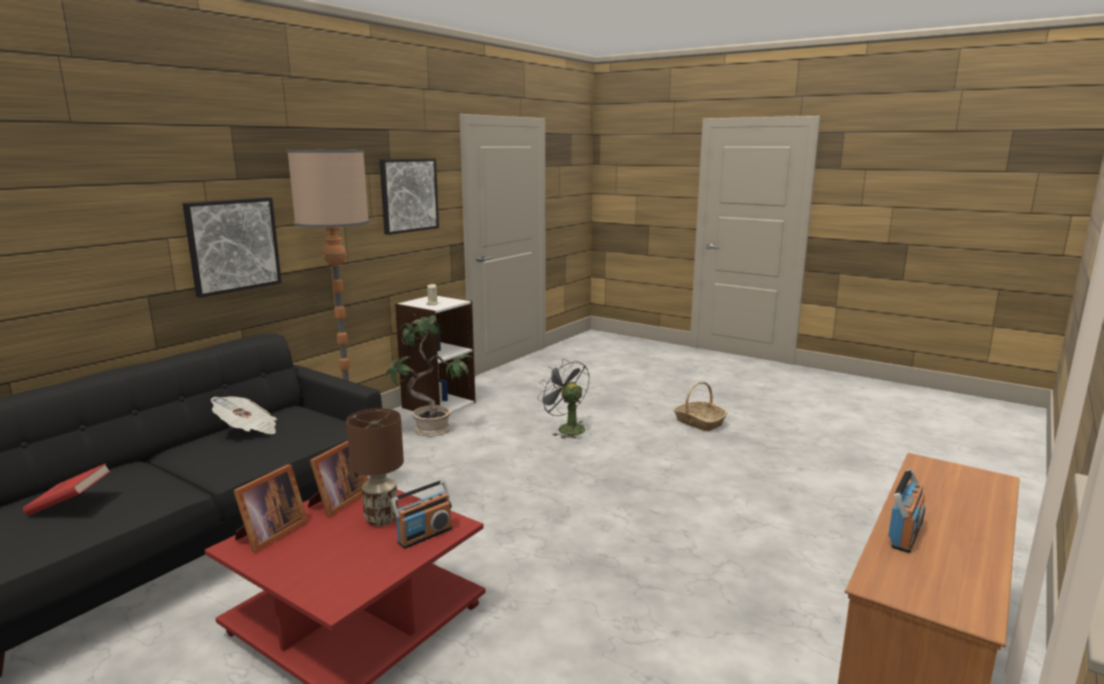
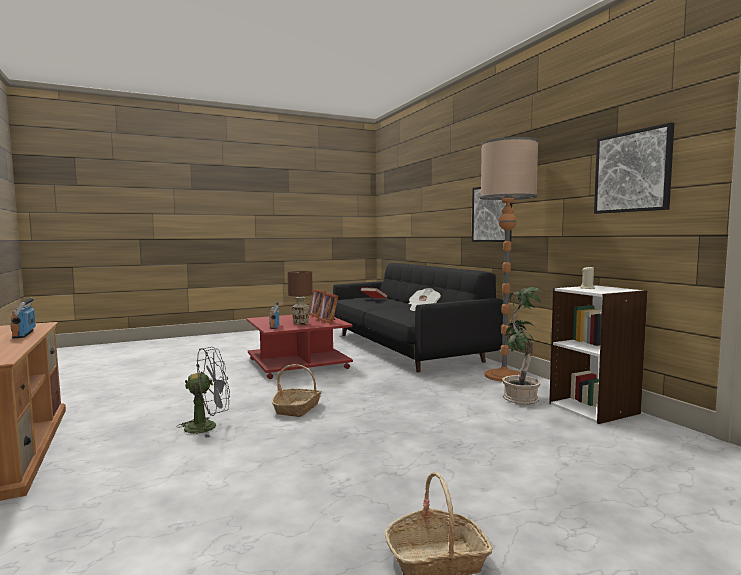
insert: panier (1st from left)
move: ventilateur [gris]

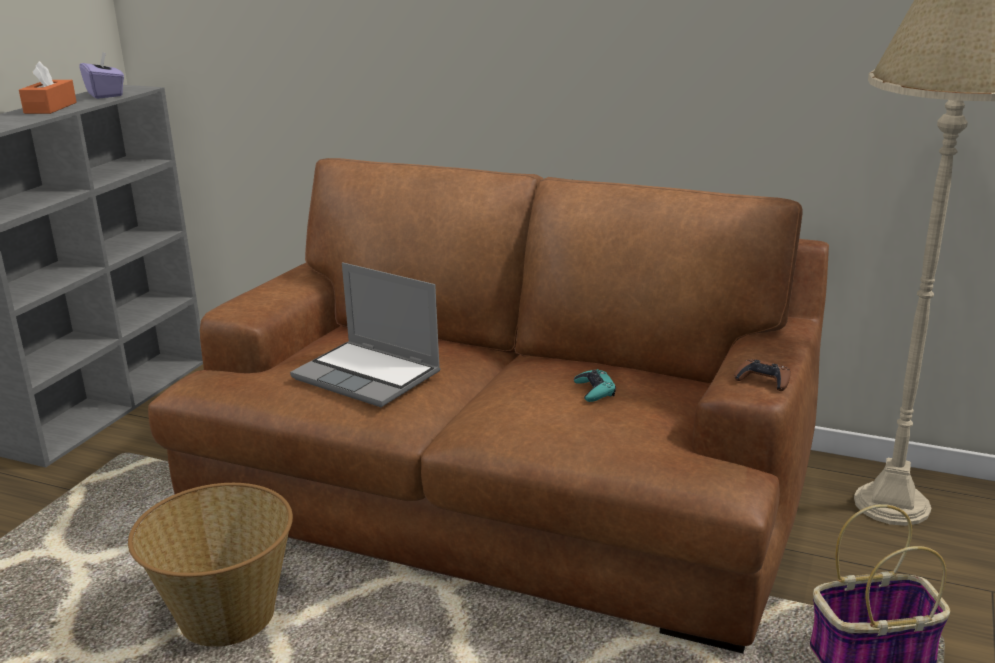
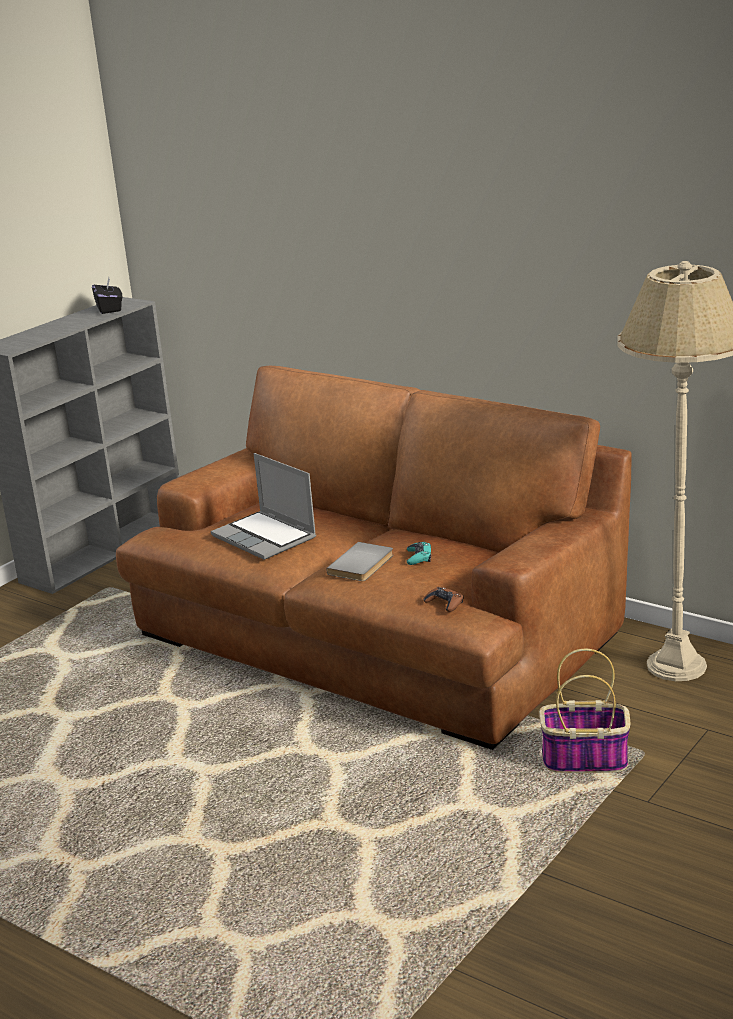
delete: boîte à mouchoirs [orange]; panier (1st from left)
insert: livre [gris]
move: manette [marron]
recolor: boîte à mouchoirs [violet] to boîte à mouchoirs [noir]

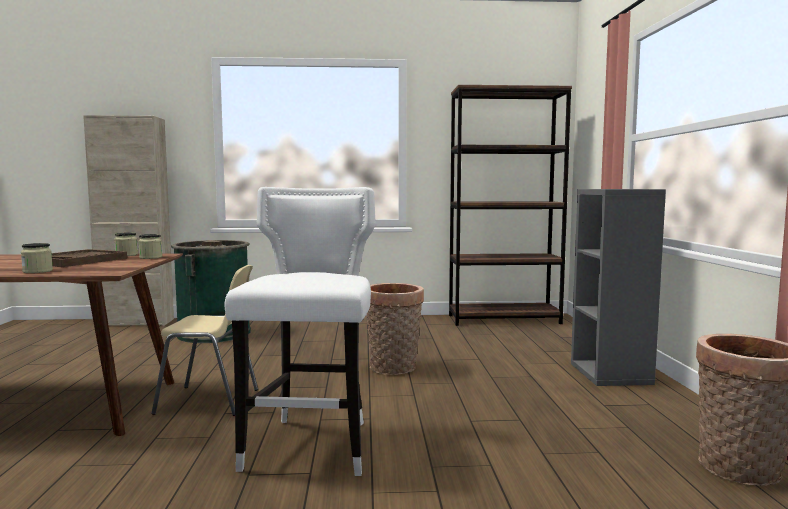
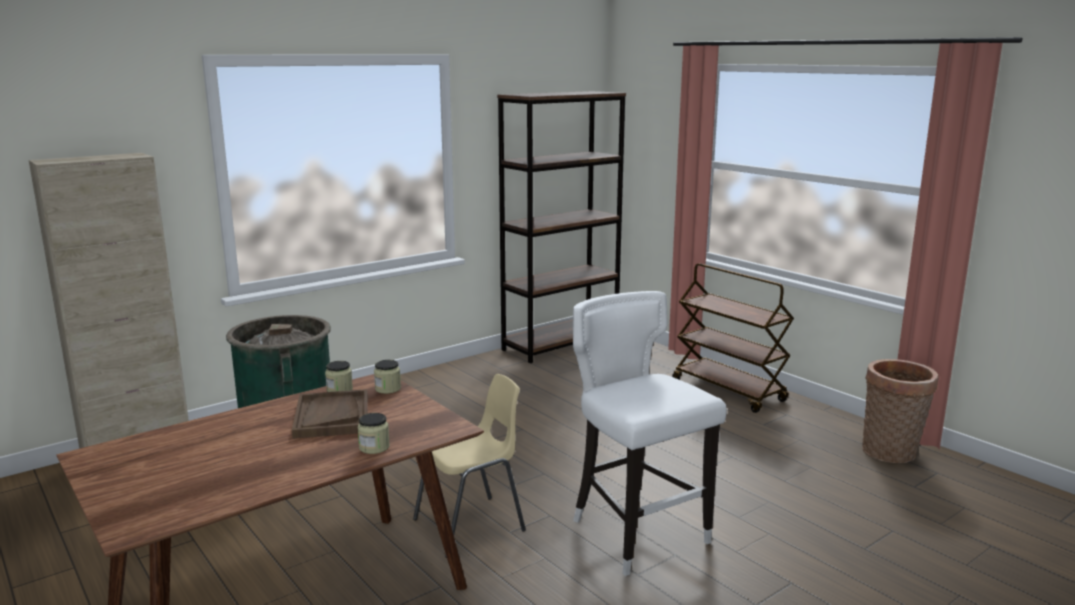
delete: panier (1st from left)
replace: bibliothèque [gris] to chariot [marron]

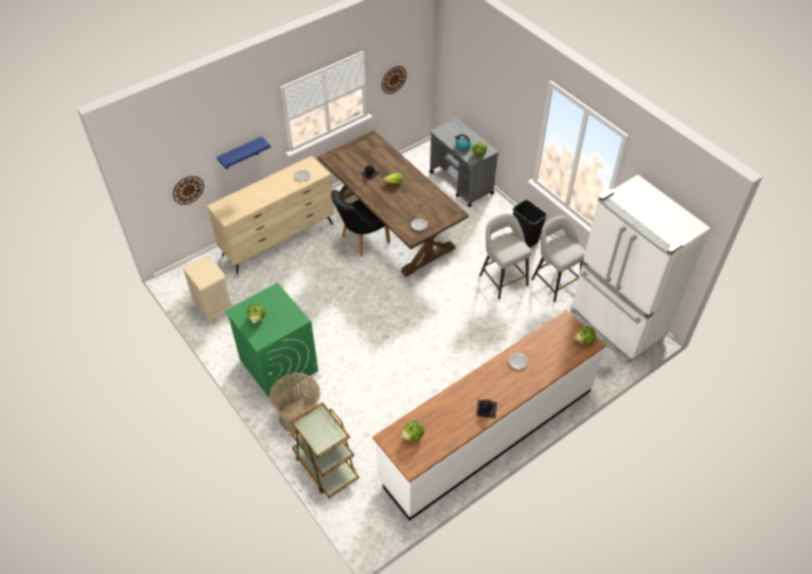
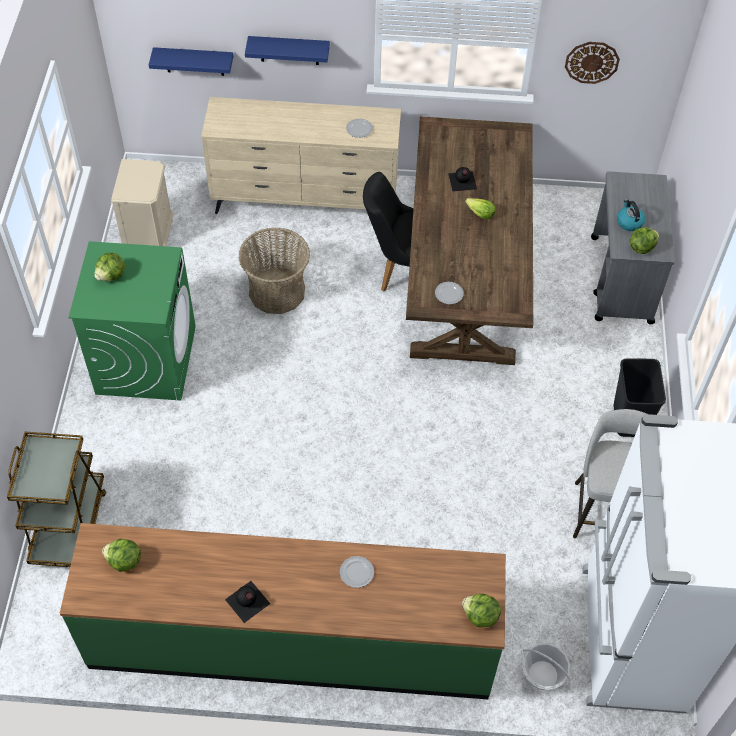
delete: tabouret [gris] (1st from left)
move: panier (1st from left)
replace: horloge murale (1st from left) to étagère [bleu] (1st from left)
recolor: comptoir de cuisine [blanc] to comptoir de cuisine [vert]

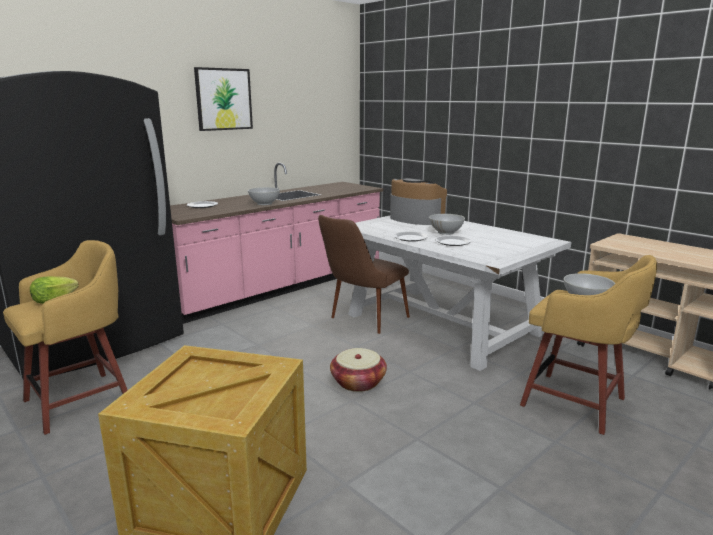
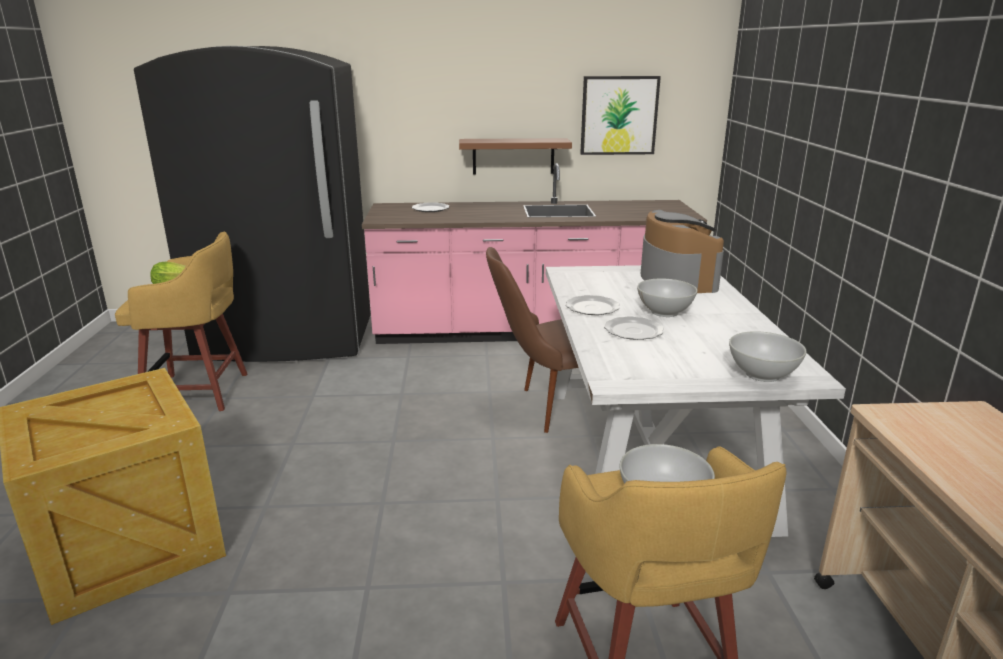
delete: panier
insert: étagère [marron]
move: tableau; bol [blanc] (1st from left in the first image) to bol [blanc] (3rd from left)

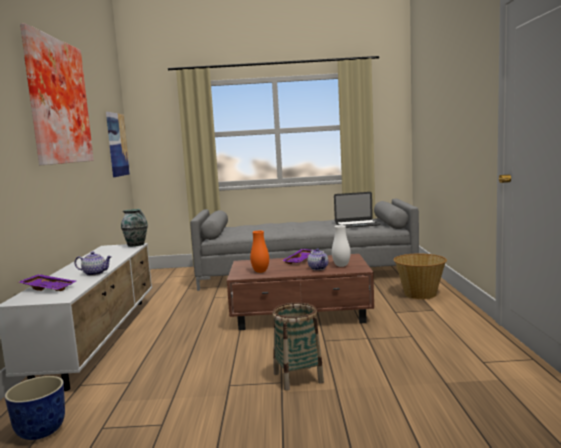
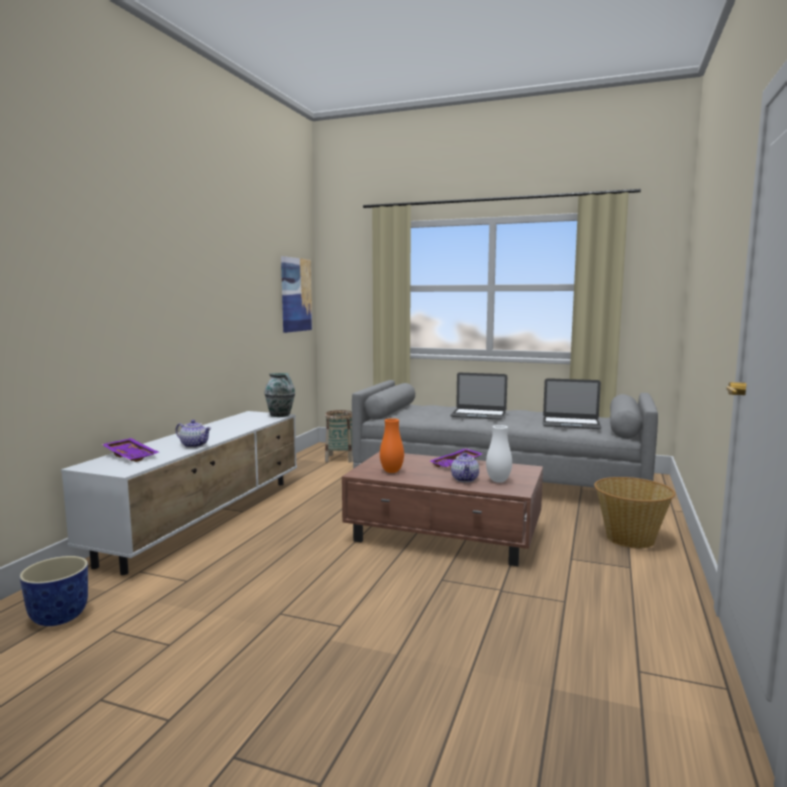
delete: tableau (1st from left)
insert: ordinateur portable (1st from left)
move: panier (1st from left)

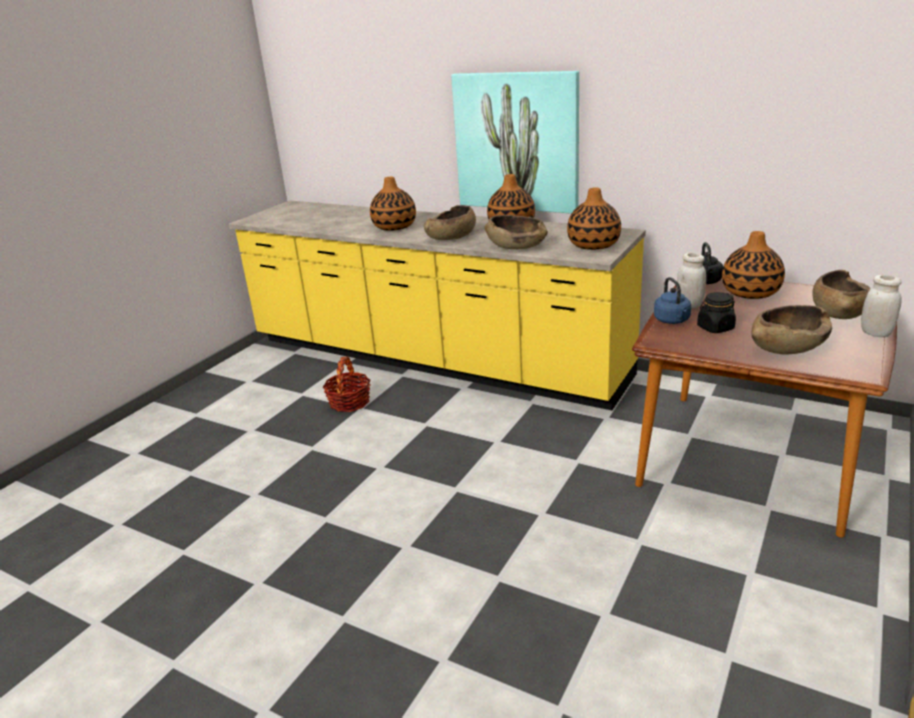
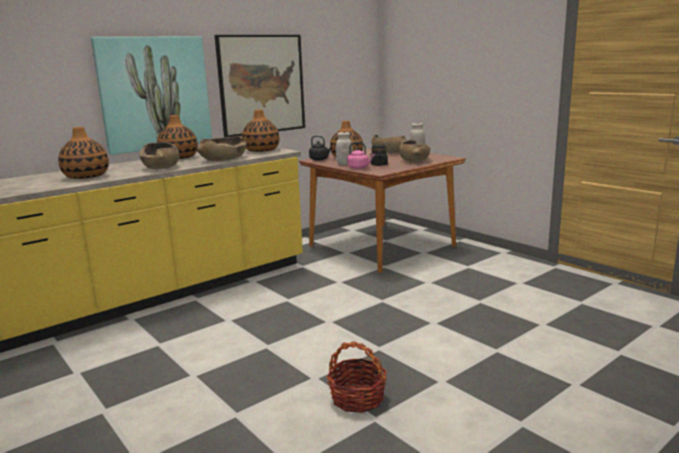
insert: tableau (2nd from left)
move: panier
recolor: bouilloire [bleu] to bouilloire [rose]

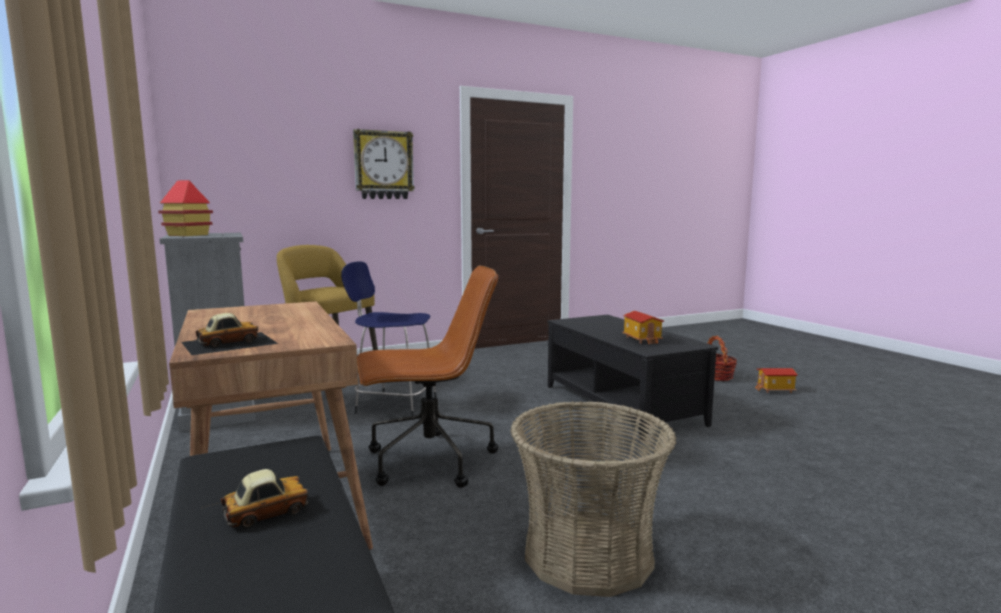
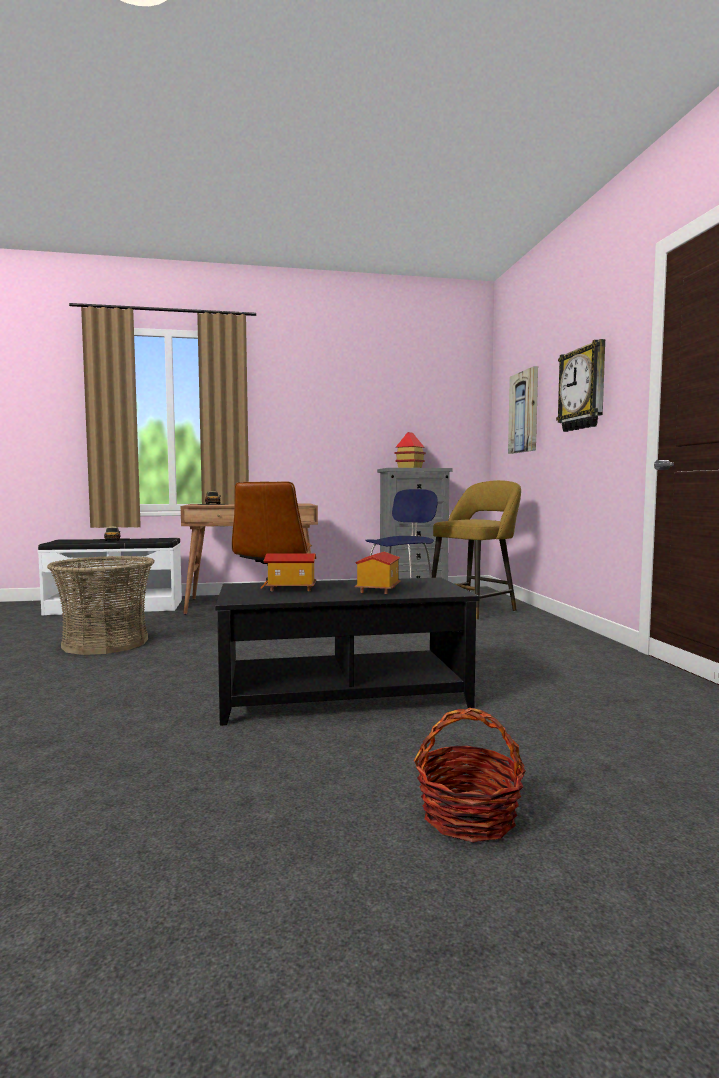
insert: tableau
move: maison miniature (3rd from left in the first image) to maison miniature (2nd from left)

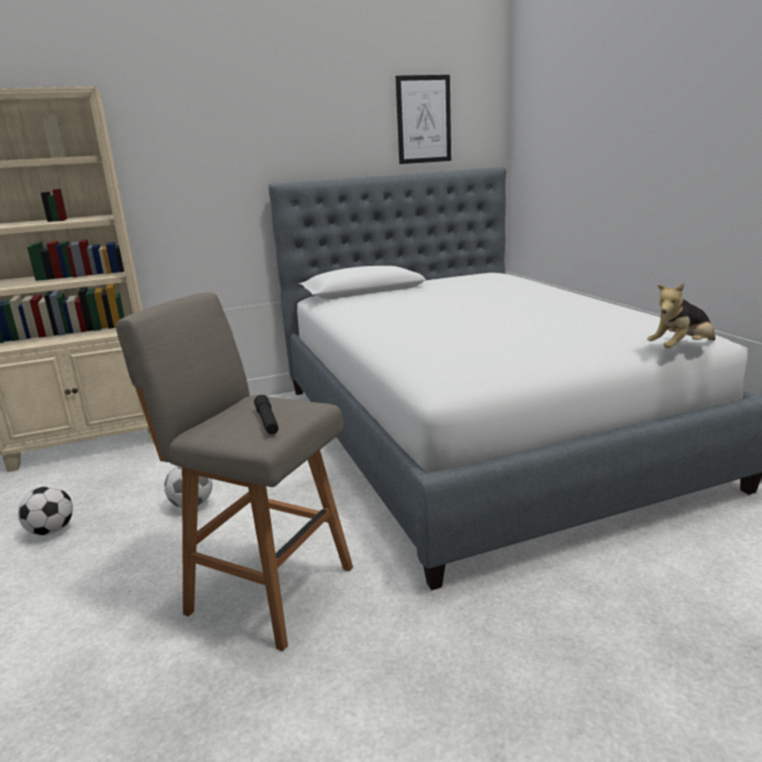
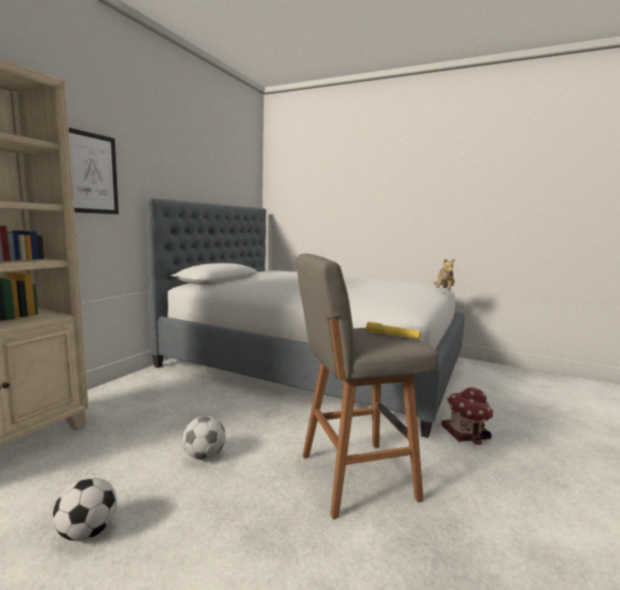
insert: maison miniature
move: tableau
recolor: lampe de poche [noir] to lampe de poche [jaune]

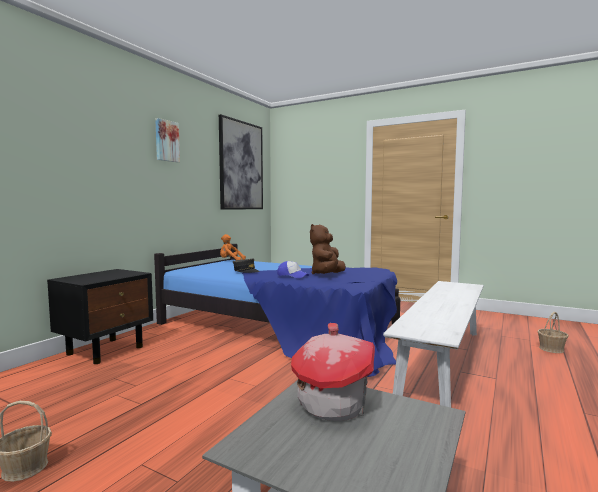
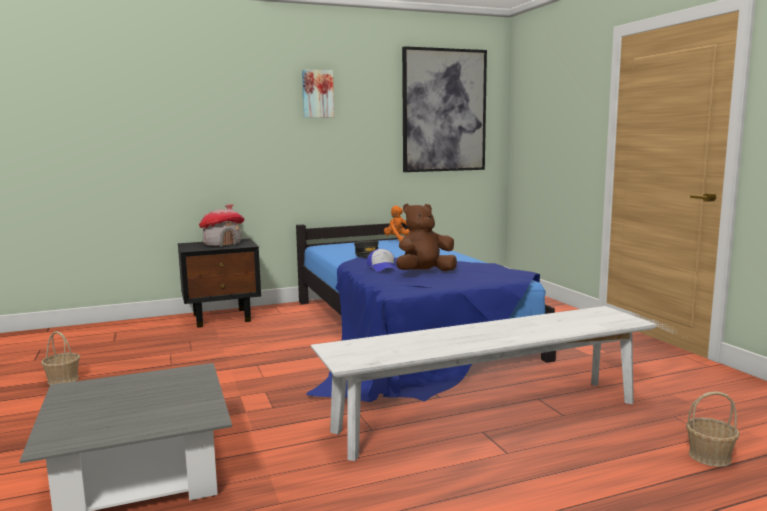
move: maison miniature

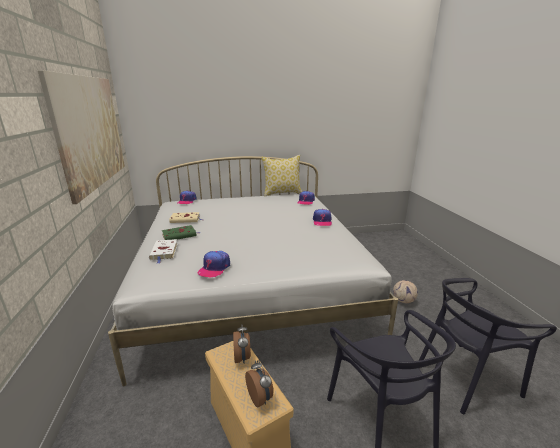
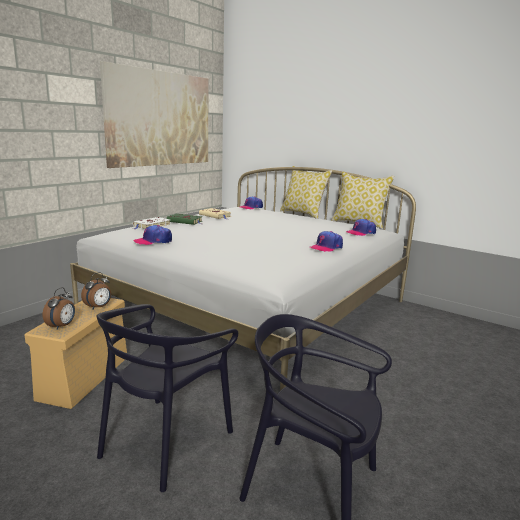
delete: ballon de foot
insert: coussin (1st from left)

